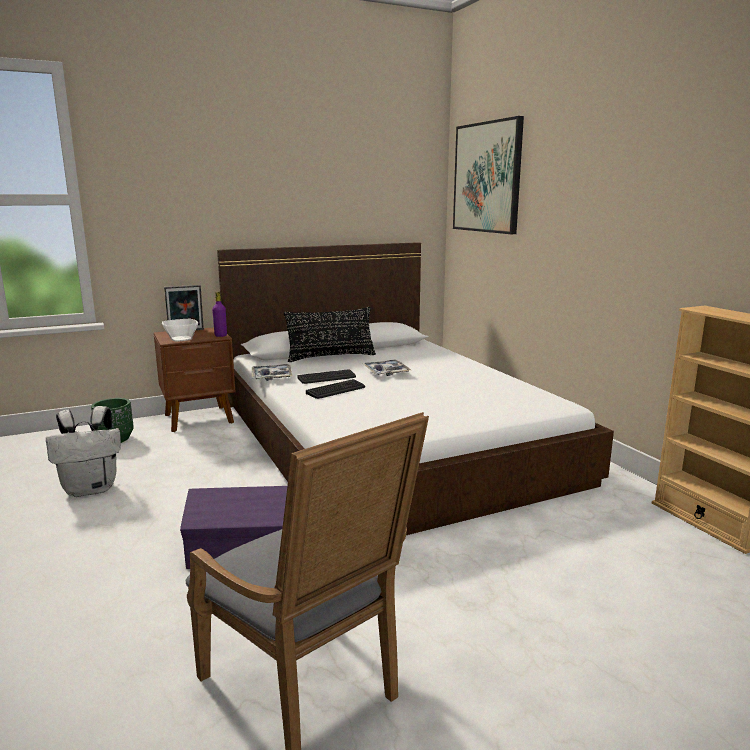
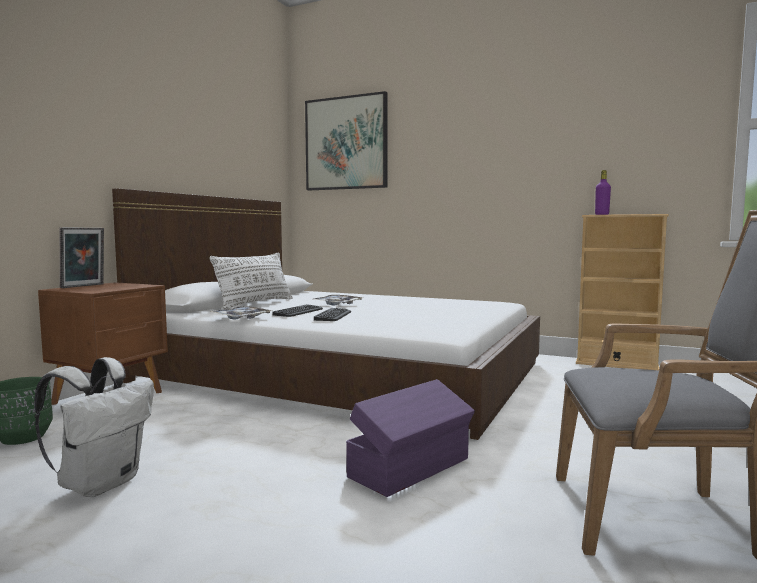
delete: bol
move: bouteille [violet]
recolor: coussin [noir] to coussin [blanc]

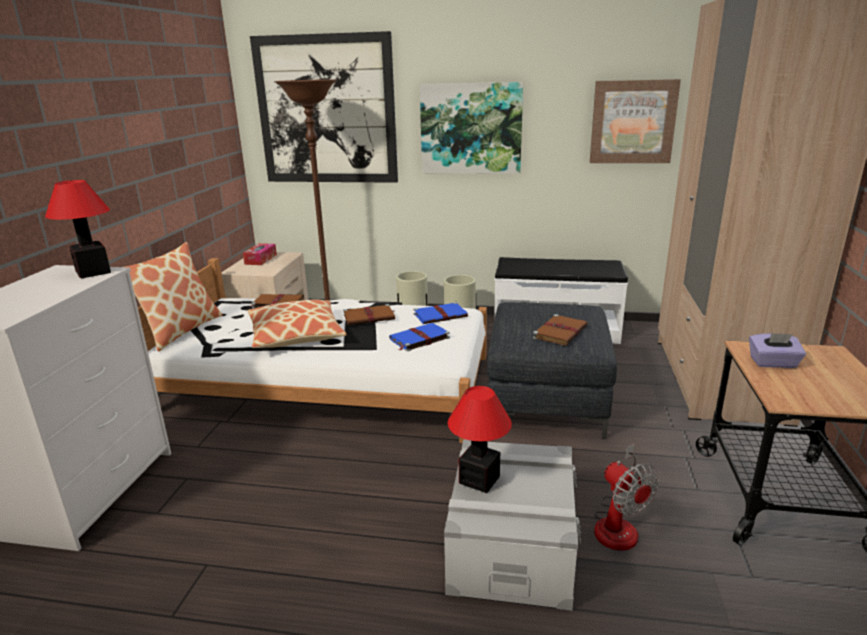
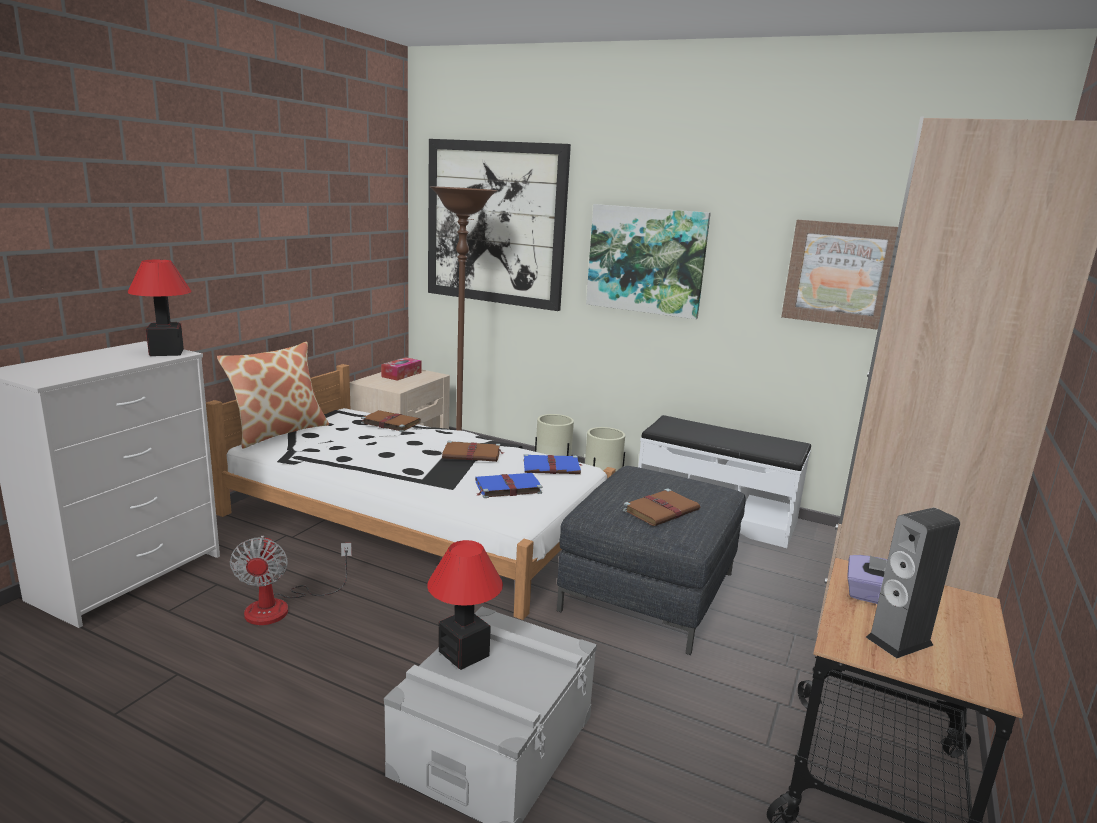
delete: coussin (2nd from left)
insert: enceinte
move: ventilateur

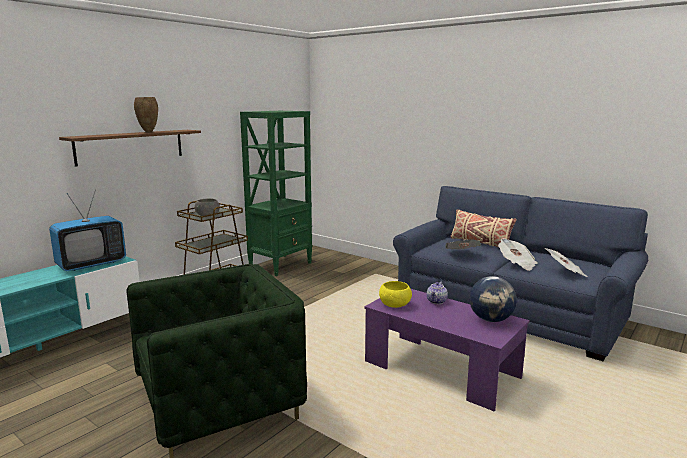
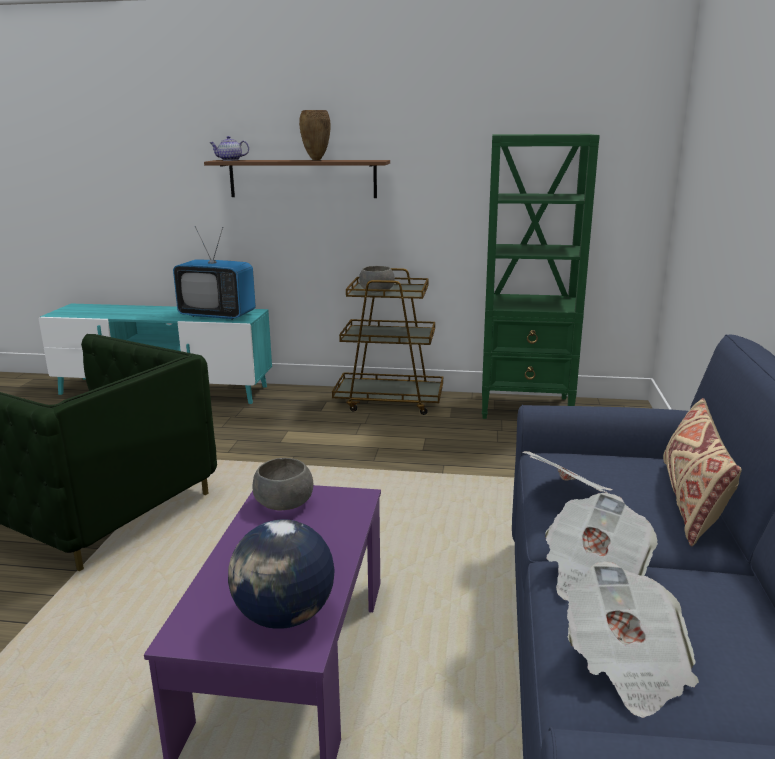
move: théière
recolor: bol [jaune] to bol [gris] (1st from left)

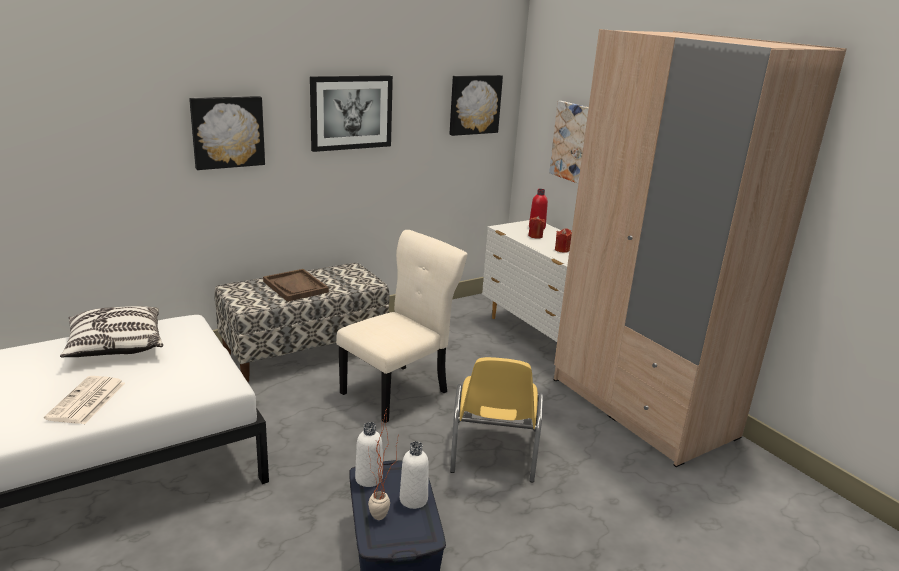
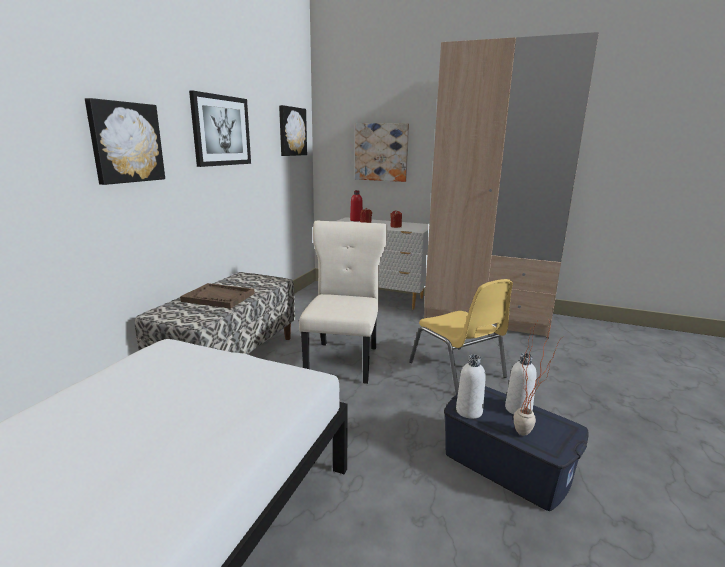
delete: journal; coussin

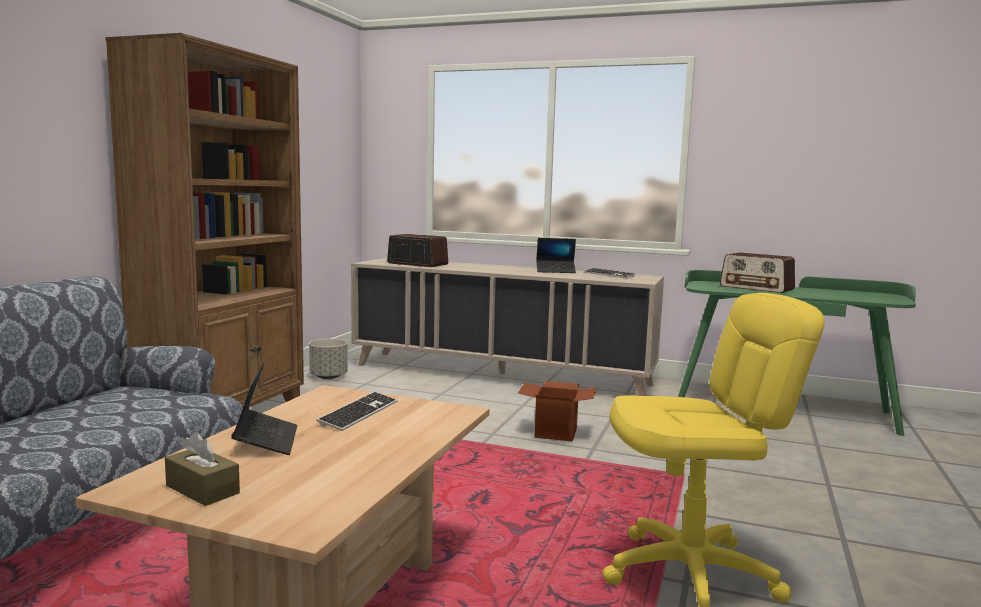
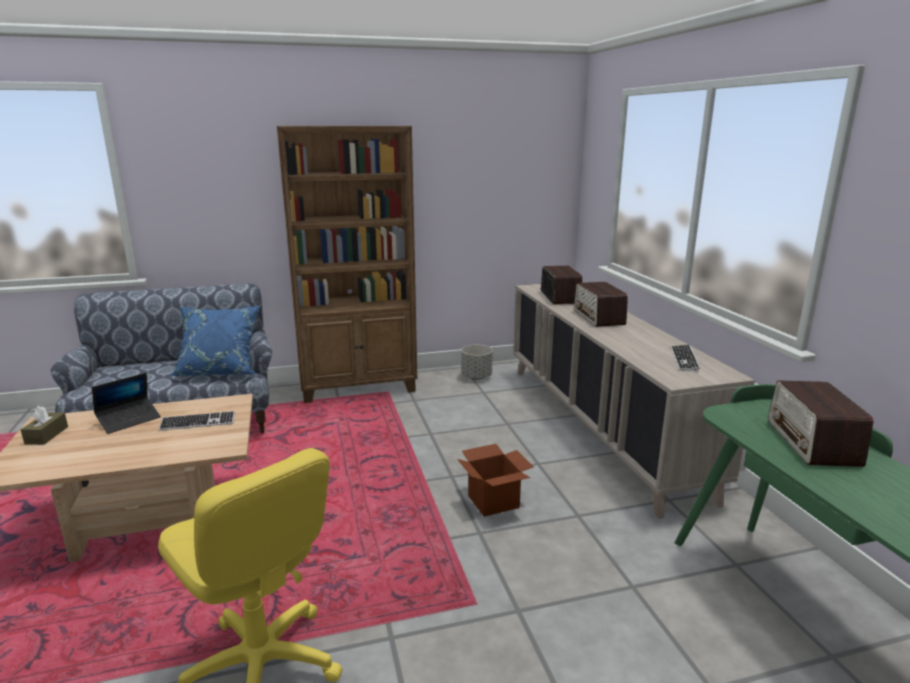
delete: ordinateur portable (2nd from left)
insert: coussin [bleu]; radio (2nd from left)

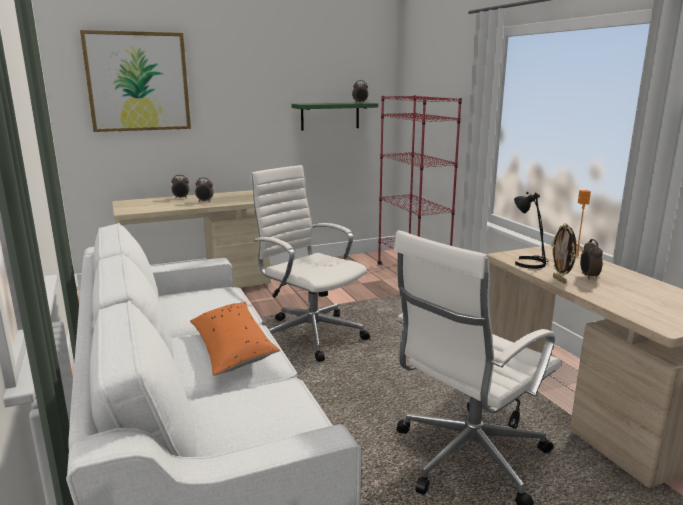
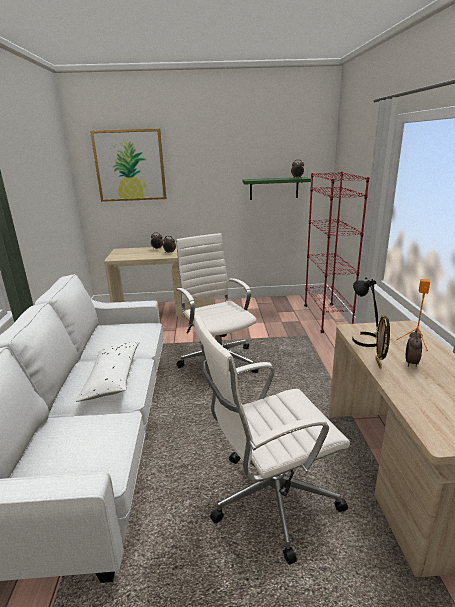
recolor: coussin [orange] to coussin [blanc]

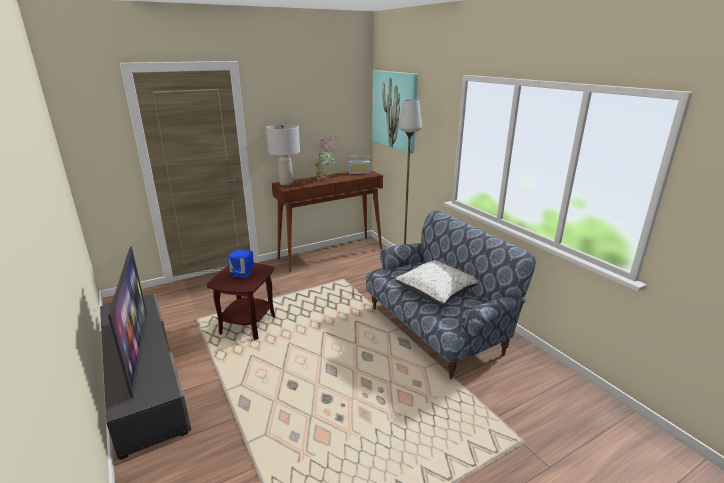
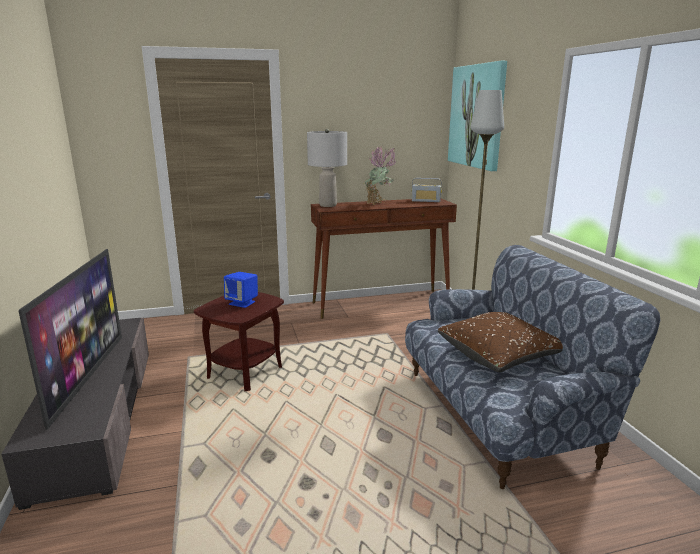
recolor: coussin [blanc] to coussin [marron]

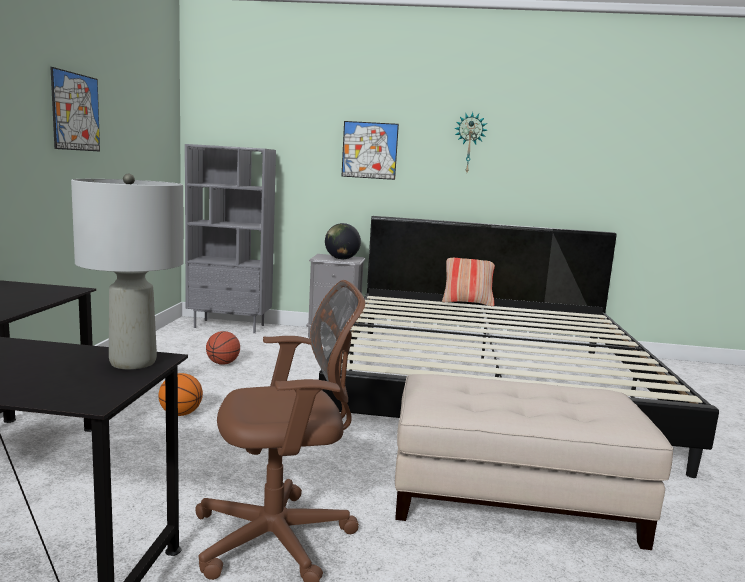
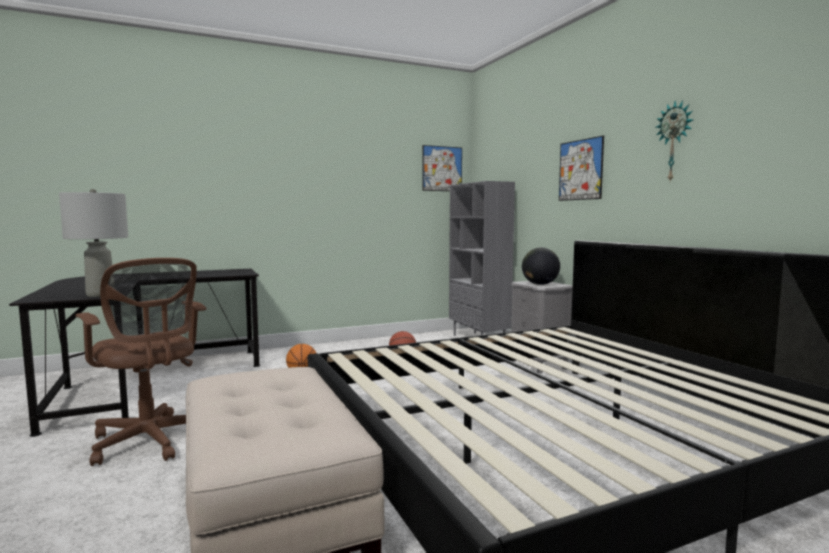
delete: coussin
move: tableau (1st from left)

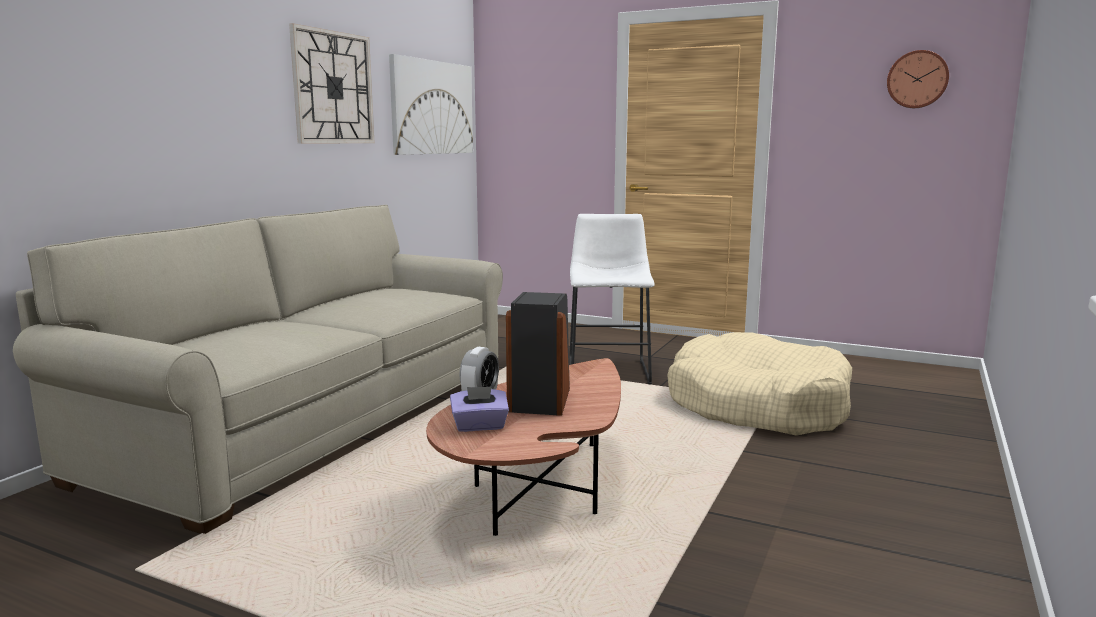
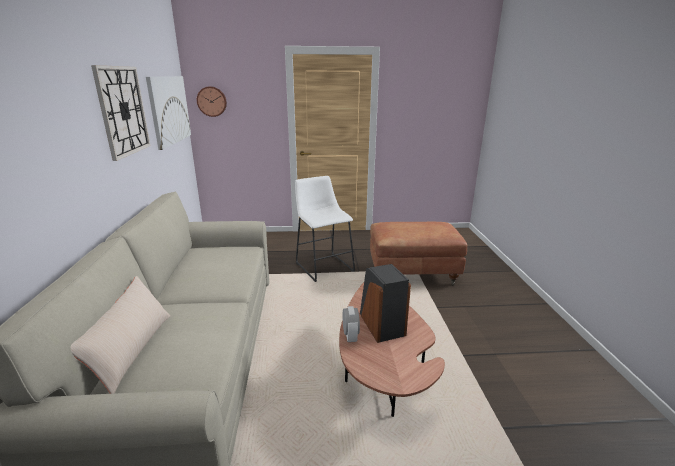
delete: boîte à mouchoirs [violet]
insert: coussin [beige]
move: horloge murale (2nd from left)
replace: panier pour chien [beige] to pouf [marron]

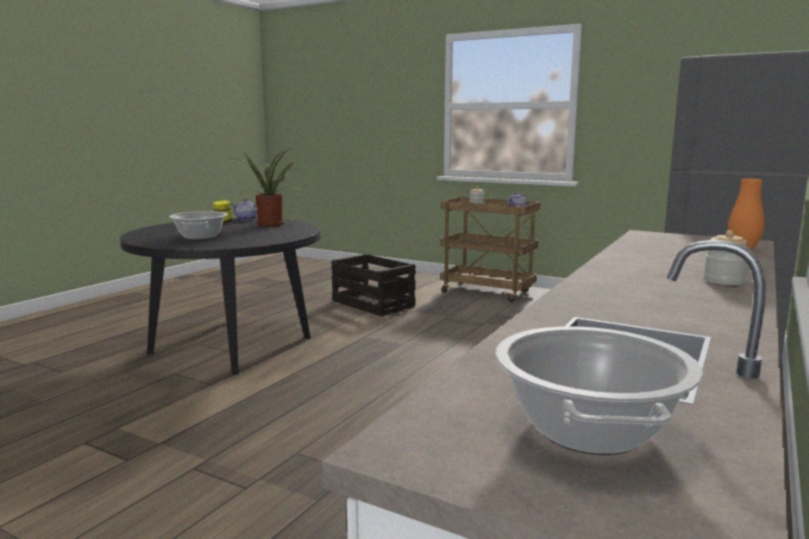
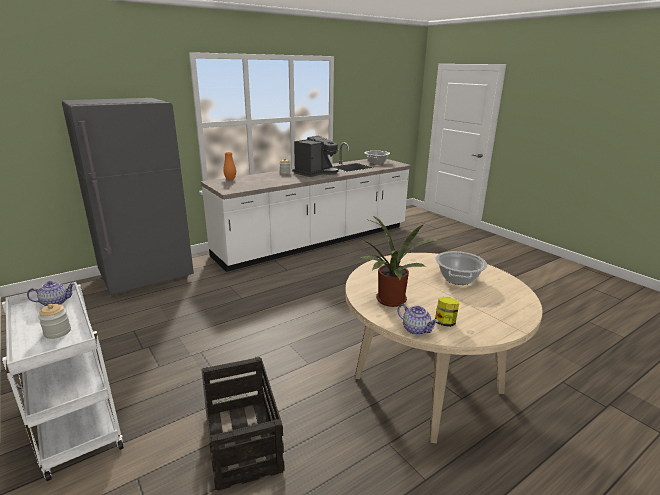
insert: machine à café
recolor: table à manger [noir] to table à manger [beige]; chariot [marron] to chariot [blanc]

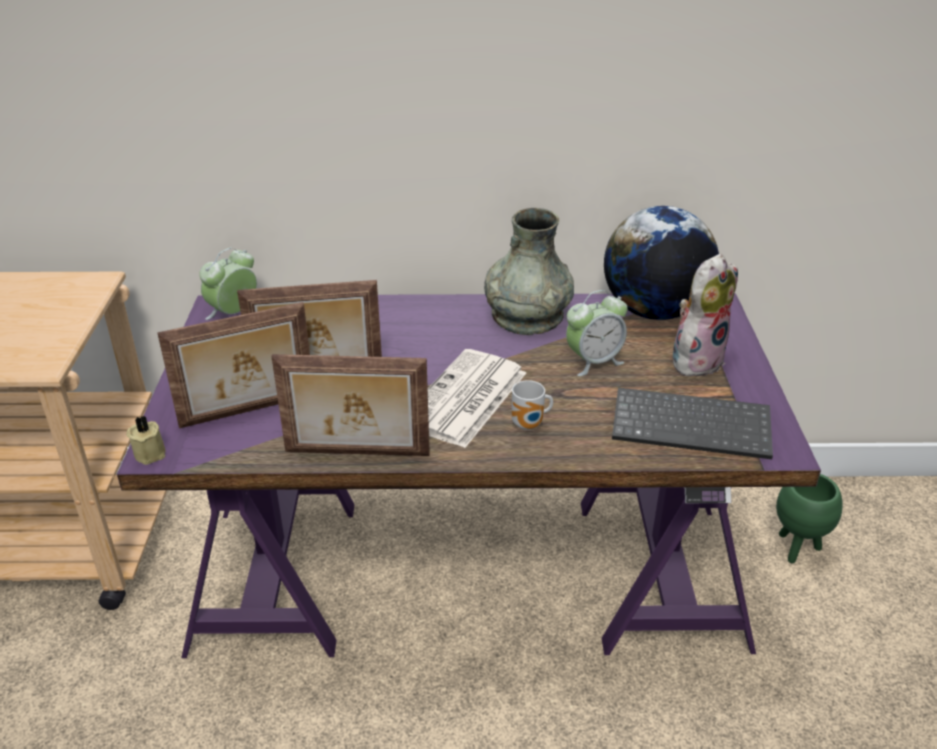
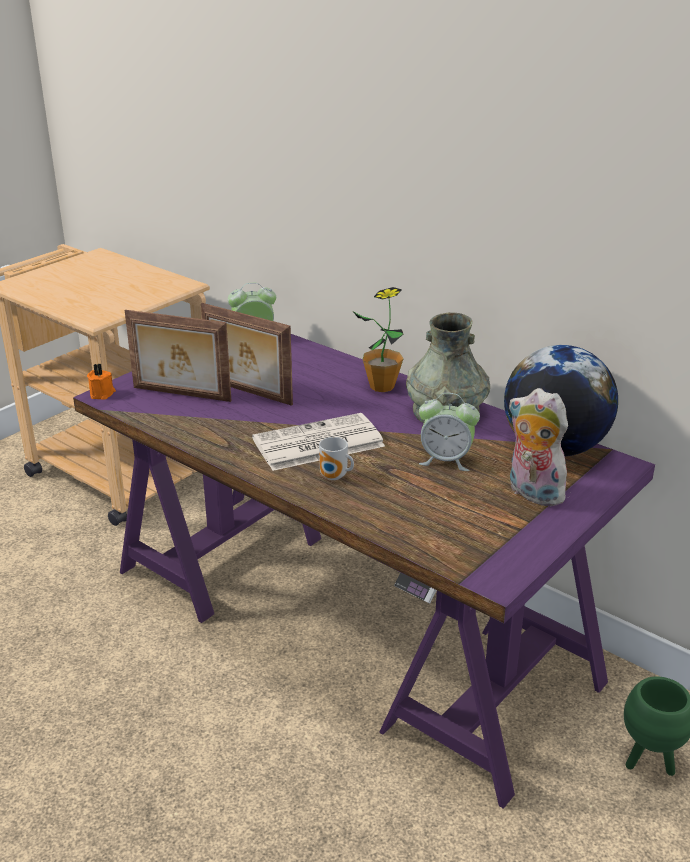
delete: cadre photo (3rd from left); clavier
insert: plante en pot
recolor: bougie [beige] to bougie [orange]
rotate: peluche 135 degrees counterclockwise

